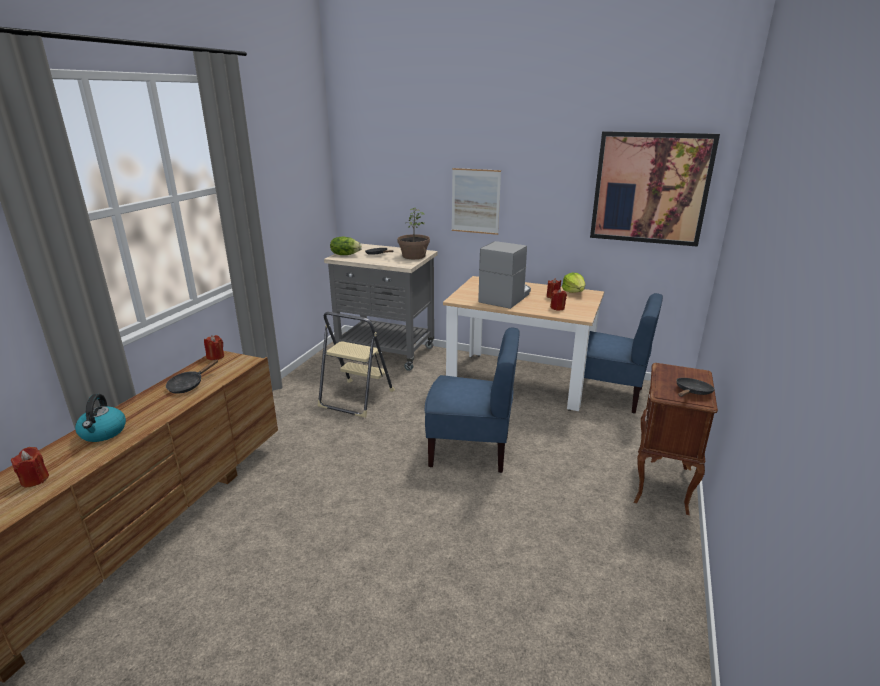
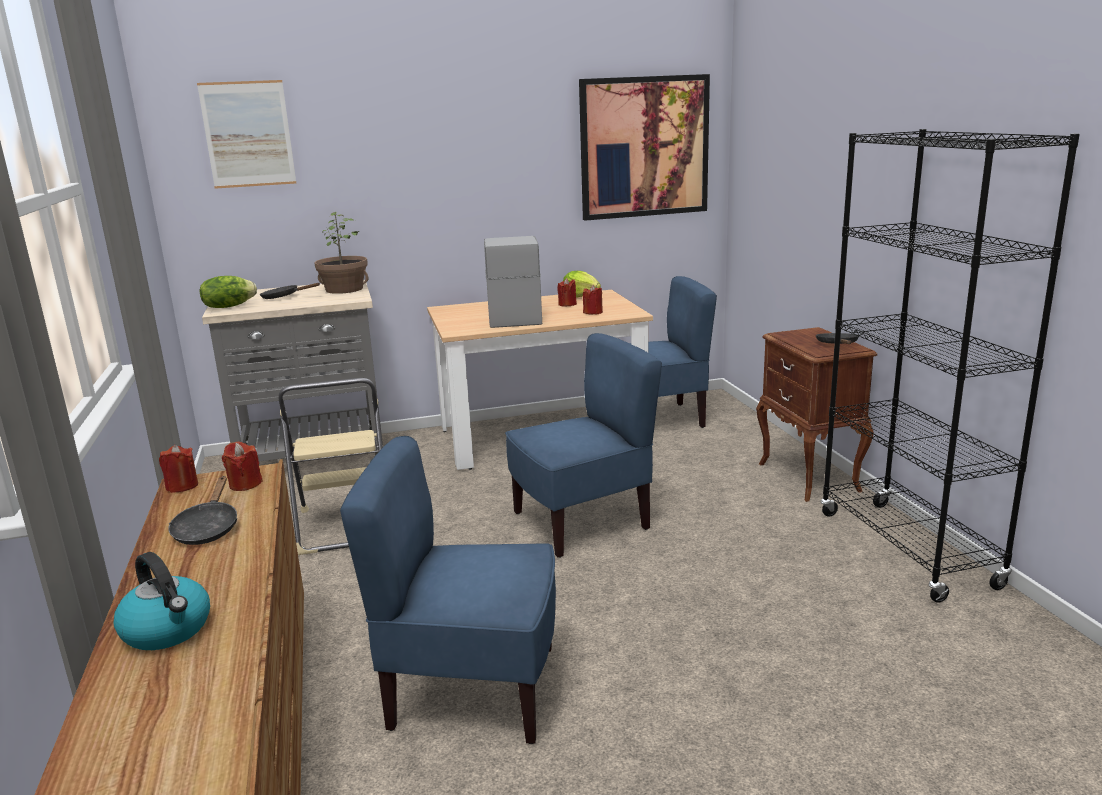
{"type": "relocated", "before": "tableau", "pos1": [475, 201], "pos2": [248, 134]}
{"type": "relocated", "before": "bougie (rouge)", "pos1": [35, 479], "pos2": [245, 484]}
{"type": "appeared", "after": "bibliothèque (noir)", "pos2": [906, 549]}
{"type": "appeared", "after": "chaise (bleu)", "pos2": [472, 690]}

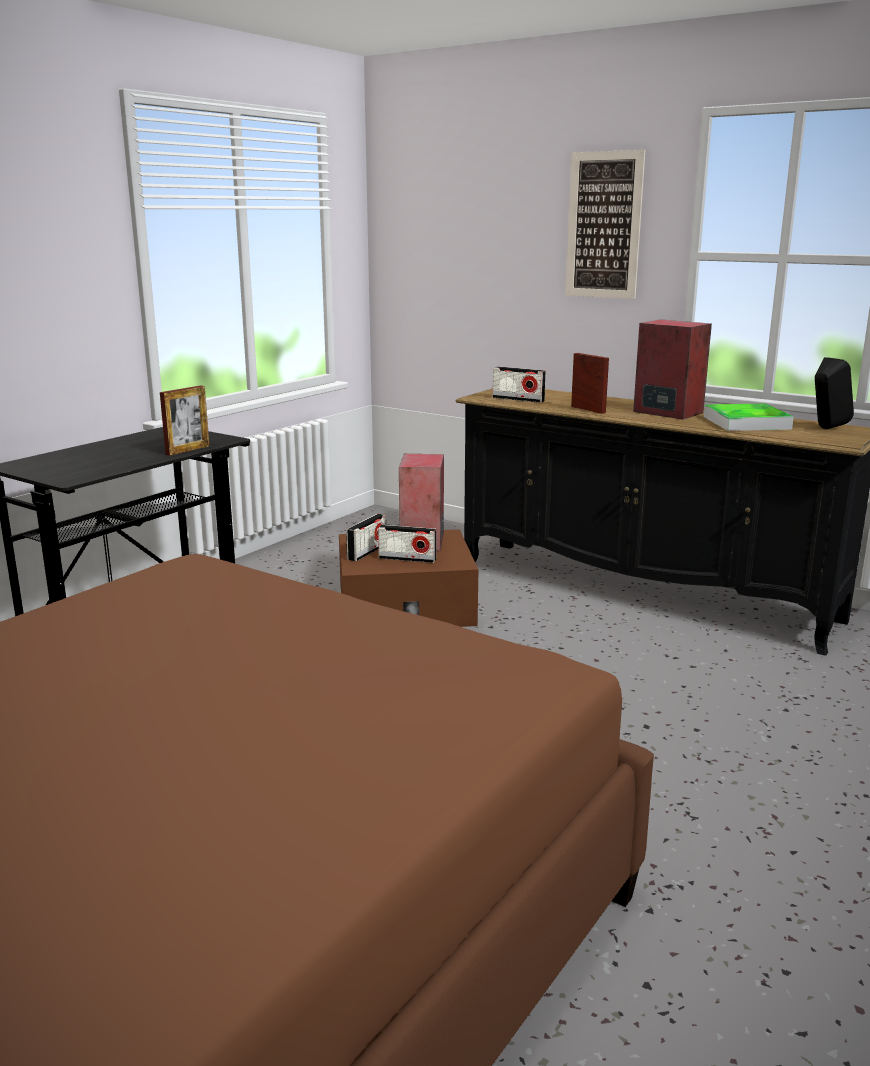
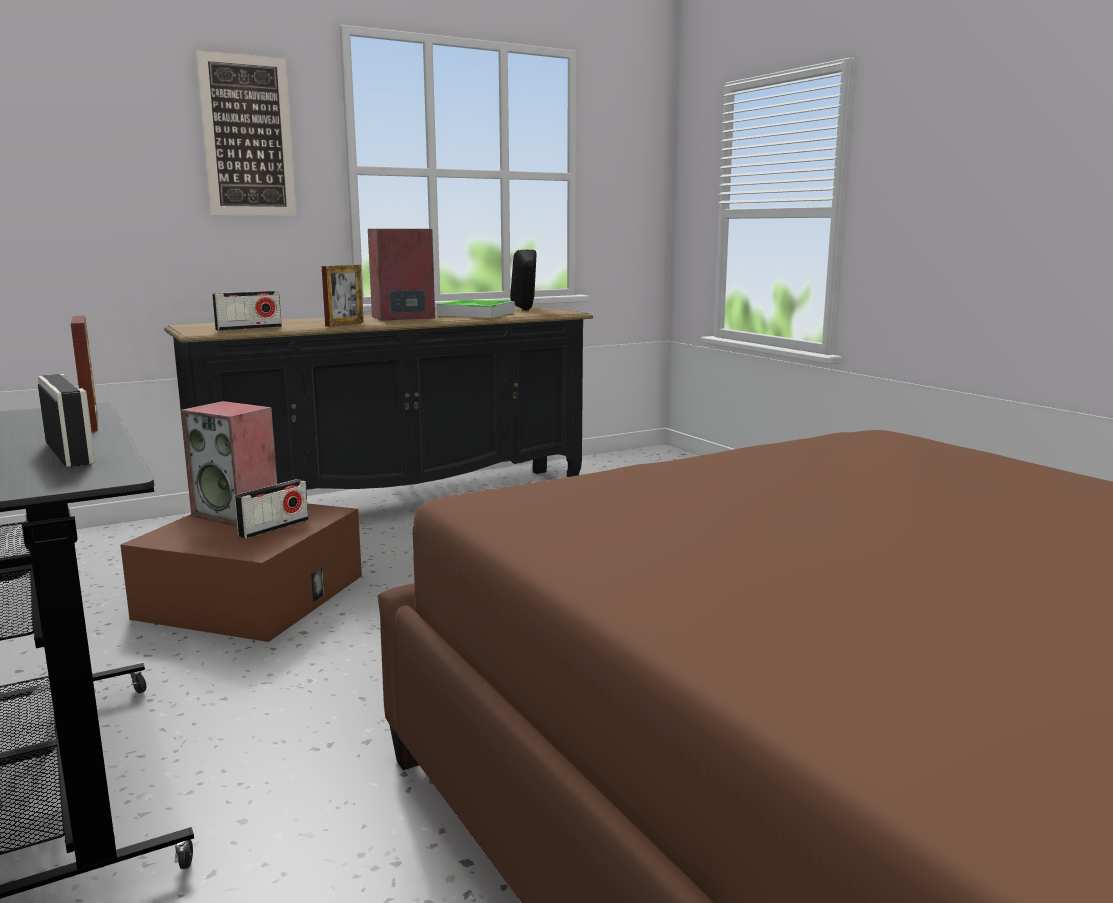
{"type": "spun", "before": "cadre photo", "pos1": [588, 410], "pos2": [344, 324], "turn": 135}
{"type": "relocated", "before": "radio", "pos1": [367, 552], "pos2": [69, 453]}

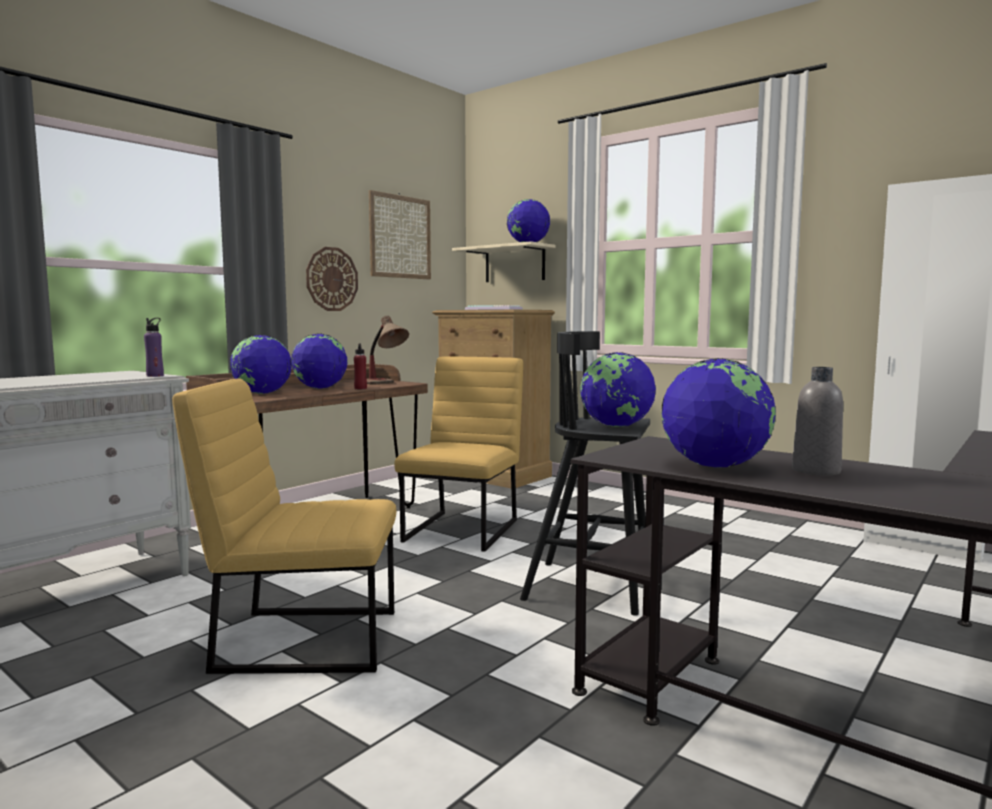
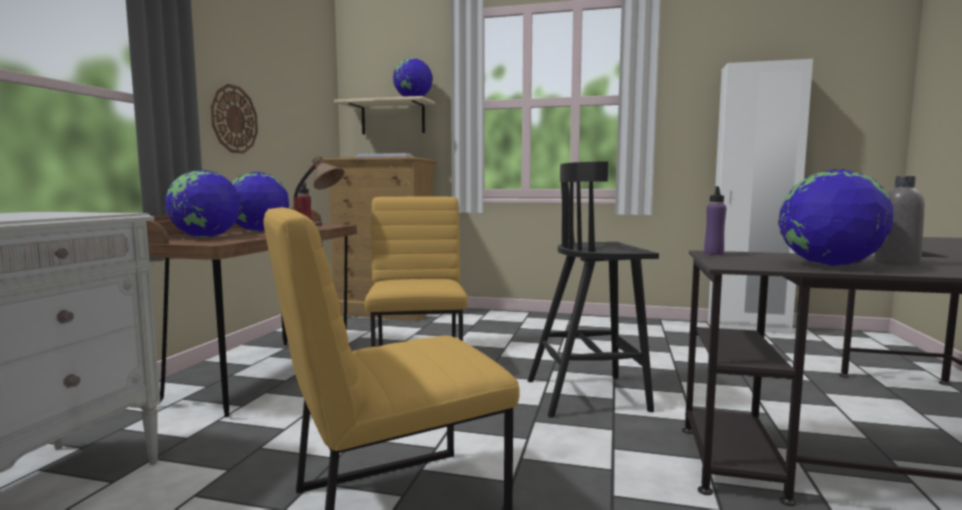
{"type": "missing", "before": "tableau", "pos1": [400, 235]}
{"type": "relocated", "before": "bouteille (violet)", "pos1": [155, 376], "pos2": [713, 253]}
{"type": "missing", "before": "globe", "pos1": [616, 426]}

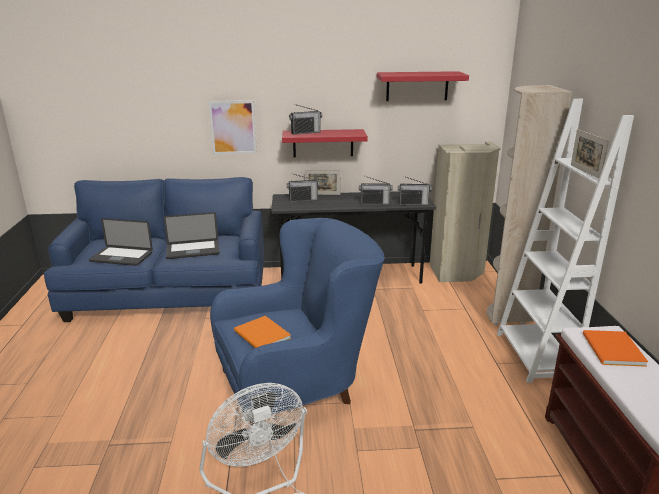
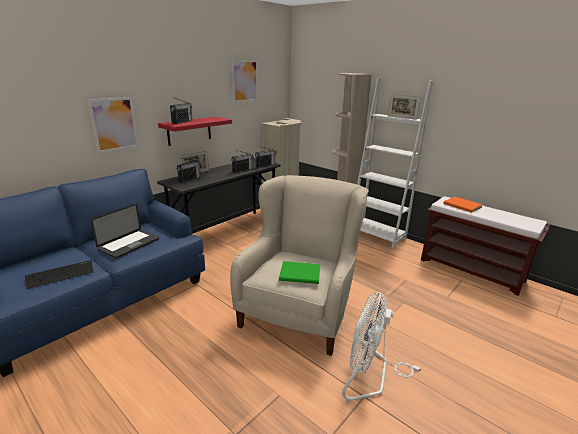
{"type": "exchanged", "before": "étagère (rouge)", "after": "tableau", "pos1": [417, 86], "pos2": [245, 81]}
{"type": "exchanged", "before": "ordinateur portable", "after": "clavier", "pos1": [121, 257], "pos2": [60, 274]}
{"type": "colour", "before": "fauteuil (bleu)", "after": "fauteuil (beige)", "pos1": [298, 387], "pos2": [301, 309]}
{"type": "colour", "before": "livre (orange)", "after": "livre (vert)", "pos1": [262, 336], "pos2": [301, 274]}

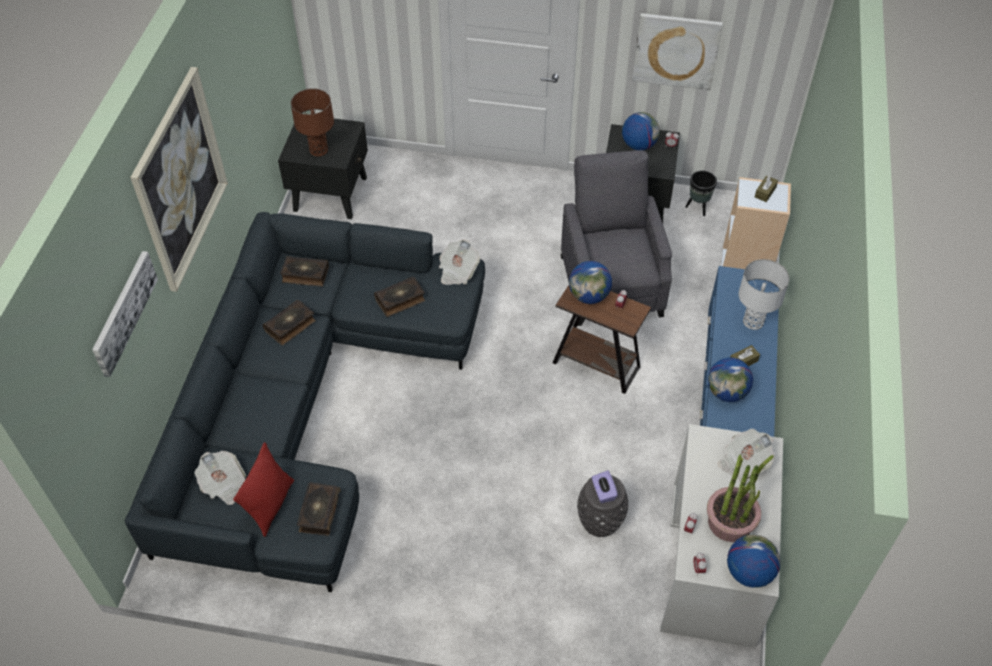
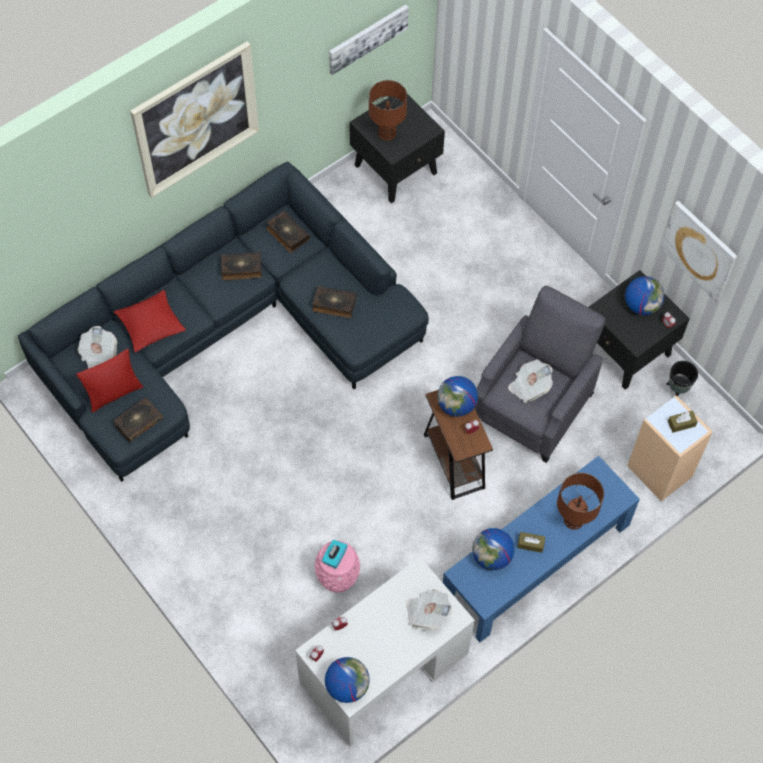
{"type": "relocated", "before": "journal", "pos1": [457, 271], "pos2": [529, 386]}
{"type": "relocated", "before": "tableau", "pos1": [123, 312], "pos2": [367, 38]}
{"type": "colour", "before": "lampe de table (blanc)", "after": "lampe de table (marron)", "pos1": [753, 321], "pos2": [574, 520]}
{"type": "missing", "before": "plante en pot", "pos1": [730, 521]}
{"type": "colour", "before": "boîte à mouchoirs (violet)", "after": "boîte à mouchoirs (turquoise)", "pos1": [603, 492], "pos2": [334, 557]}
{"type": "colour", "before": "tabouret (gris)", "after": "tabouret (rose)", "pos1": [600, 520], "pos2": [337, 576]}
{"type": "appeared", "after": "coussin (rouge)", "pos2": [150, 325]}

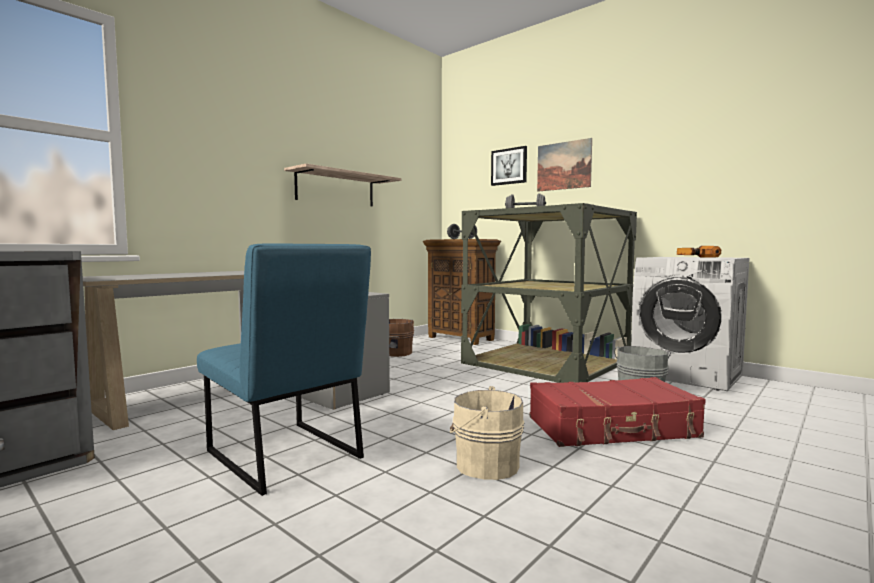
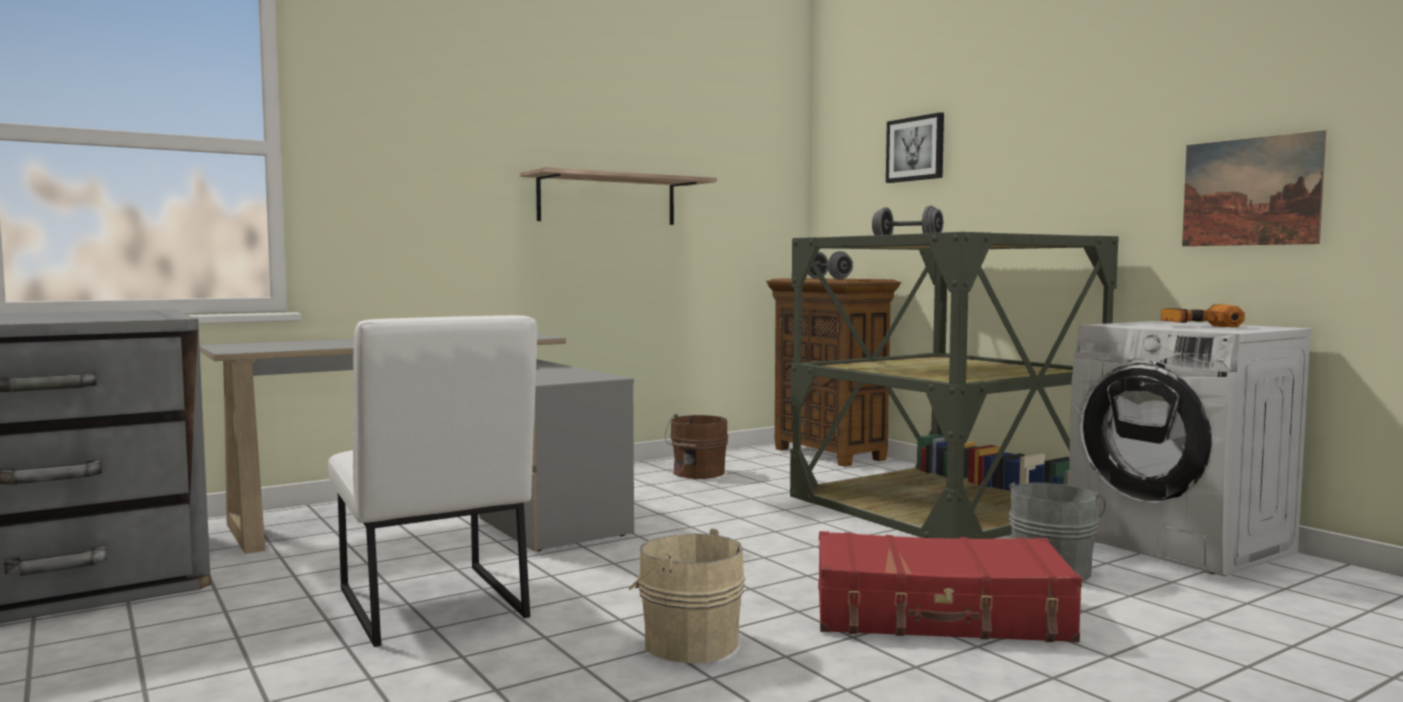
{"type": "relocated", "before": "tableau", "pos1": [563, 165], "pos2": [1250, 192]}
{"type": "colour", "before": "chaise (bleu)", "after": "chaise (blanc)", "pos1": [285, 456], "pos2": [431, 605]}

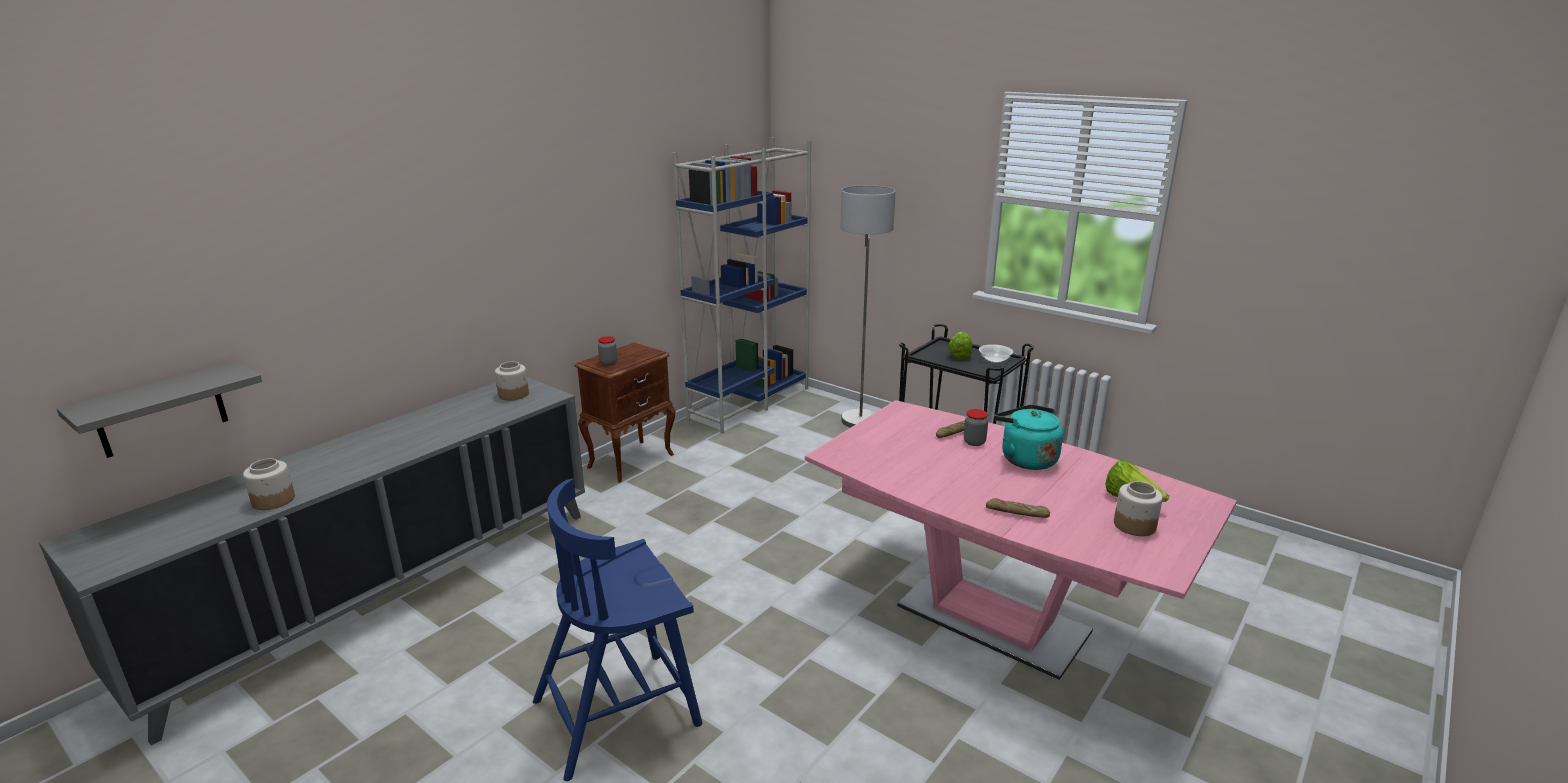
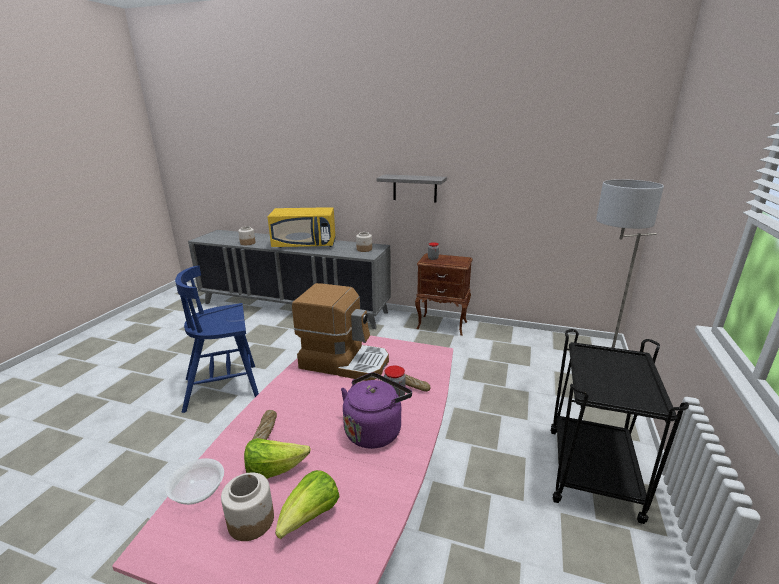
{"type": "missing", "before": "bibliothèque (bleu)", "pos1": [750, 403]}
{"type": "relocated", "before": "laitue", "pos1": [959, 354], "pos2": [274, 470]}
{"type": "relocated", "before": "bol", "pos1": [995, 360], "pos2": [198, 491]}
{"type": "relocated", "before": "étagère (gris)", "pos1": [161, 410], "pos2": [414, 188]}
{"type": "colour", "before": "bouilloire (turquoise)", "after": "bouilloire (violet)", "pos1": [1025, 459], "pos2": [375, 430]}
{"type": "spun", "before": "chaise (bleu)", "pos1": [620, 710], "pos2": [223, 386], "turn": -60}
{"type": "appeared", "after": "micro-ondes (jaune)", "pos2": [305, 245]}
{"type": "appeared", "after": "machine à café", "pos2": [344, 362]}

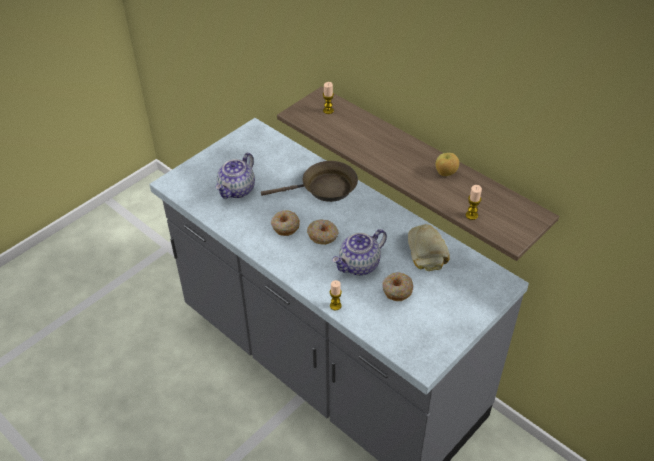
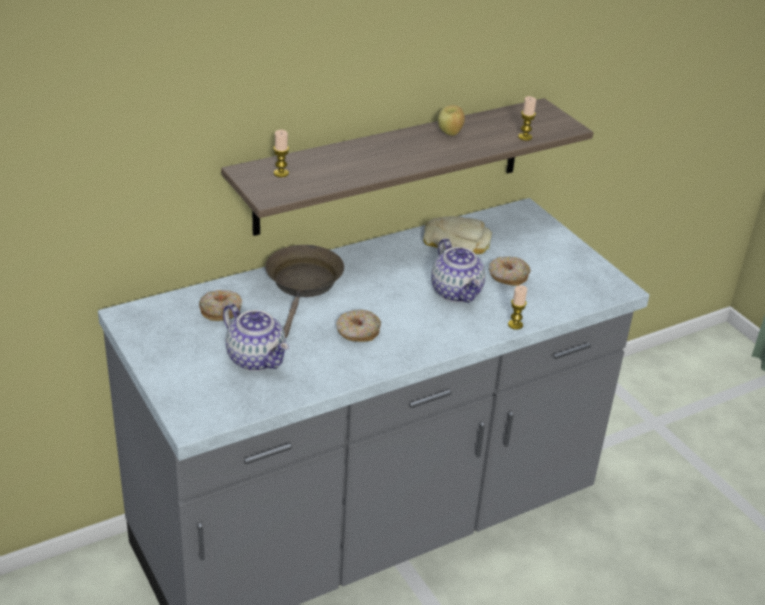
{"type": "relocated", "before": "beignet", "pos1": [323, 235], "pos2": [220, 311]}

